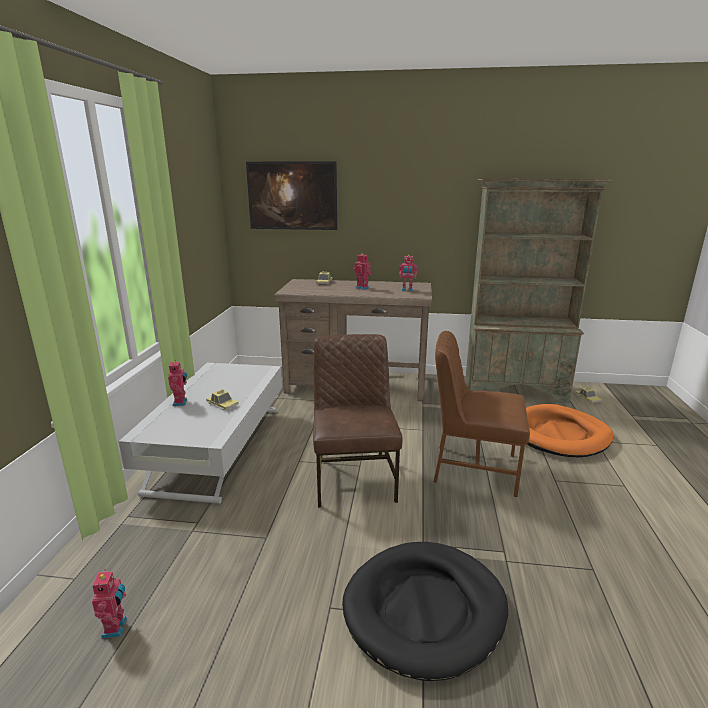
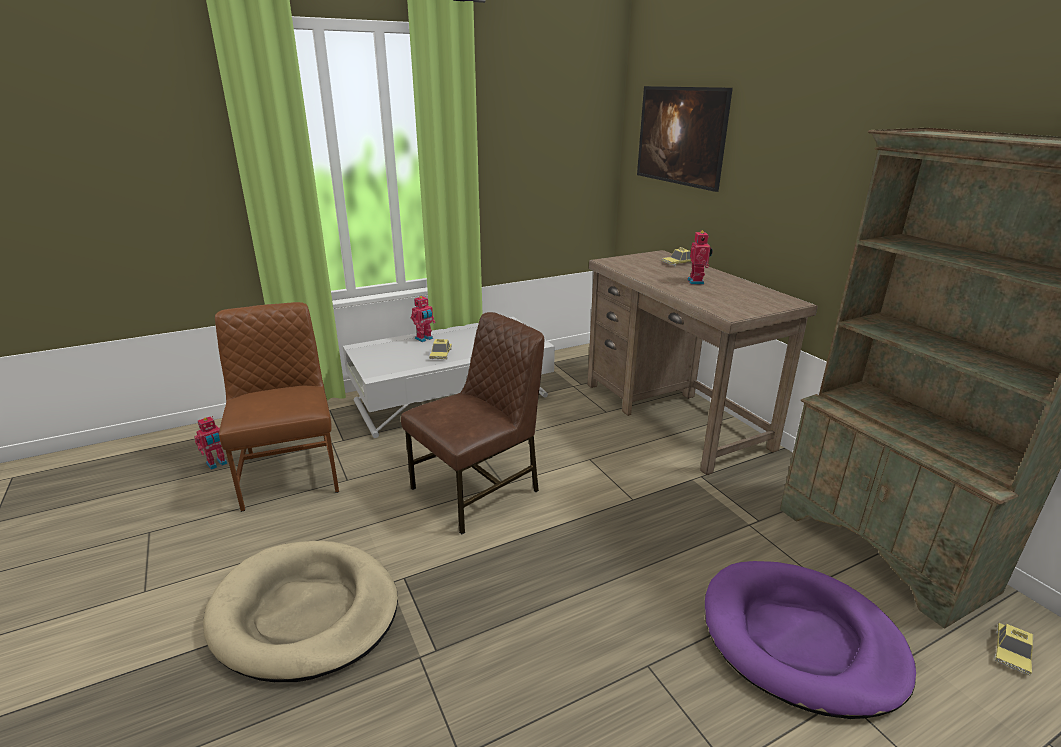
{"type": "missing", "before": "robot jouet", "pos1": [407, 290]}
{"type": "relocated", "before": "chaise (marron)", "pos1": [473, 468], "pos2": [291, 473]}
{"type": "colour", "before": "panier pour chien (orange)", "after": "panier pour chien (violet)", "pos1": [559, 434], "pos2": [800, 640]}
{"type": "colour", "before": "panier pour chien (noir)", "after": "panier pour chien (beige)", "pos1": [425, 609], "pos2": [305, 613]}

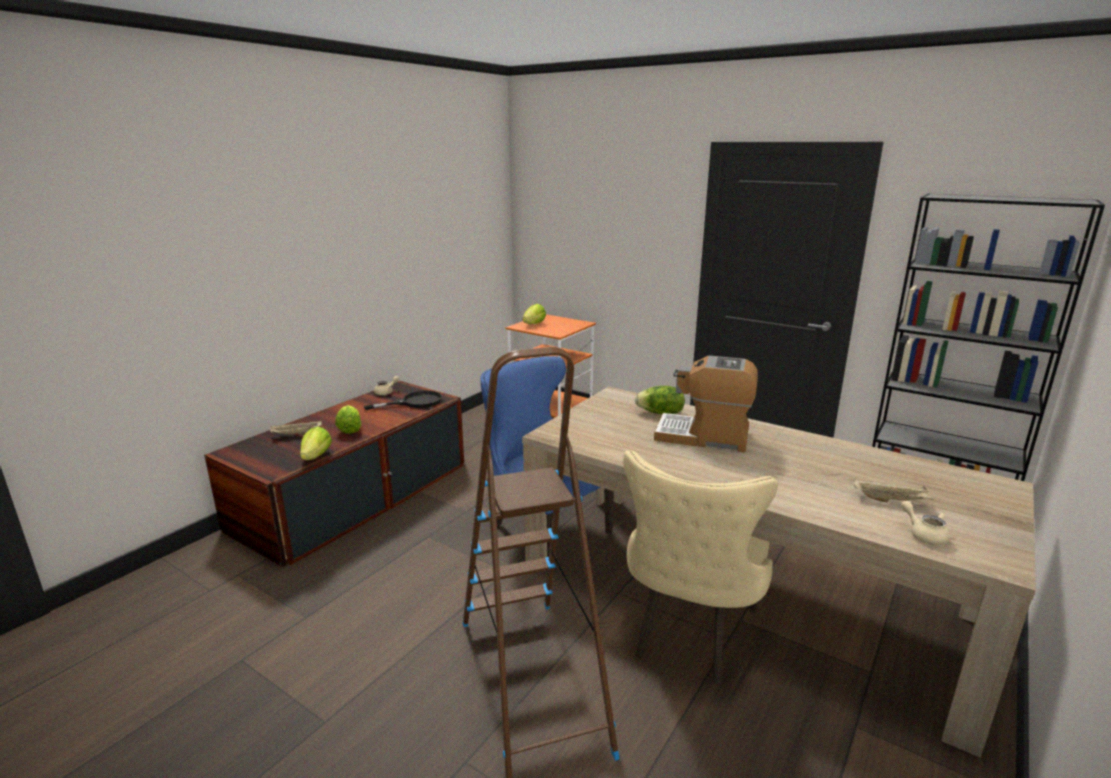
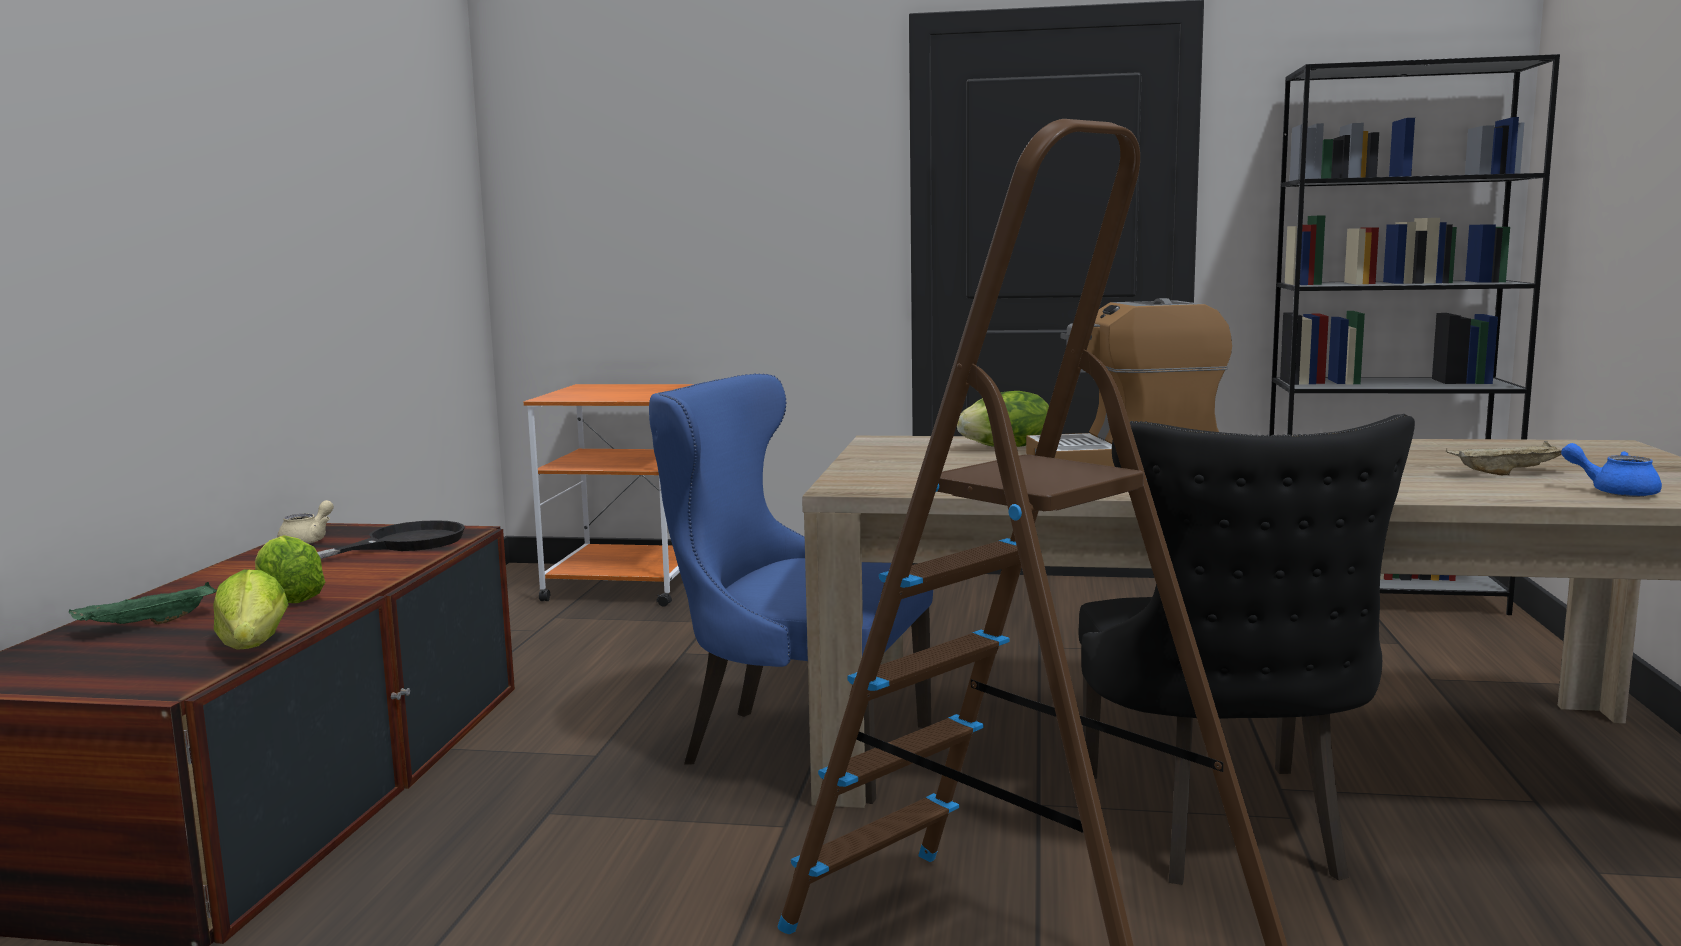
{"type": "missing", "before": "laitue", "pos1": [534, 324]}
{"type": "colour", "before": "plateau (beige)", "after": "plateau (vert)", "pos1": [296, 434], "pos2": [147, 625]}
{"type": "colour", "before": "chaise (beige)", "after": "chaise (noir)", "pos1": [689, 633], "pos2": [1222, 827]}
{"type": "colour", "before": "théière (beige)", "after": "théière (bleu)", "pos1": [924, 534], "pos2": [1614, 491]}

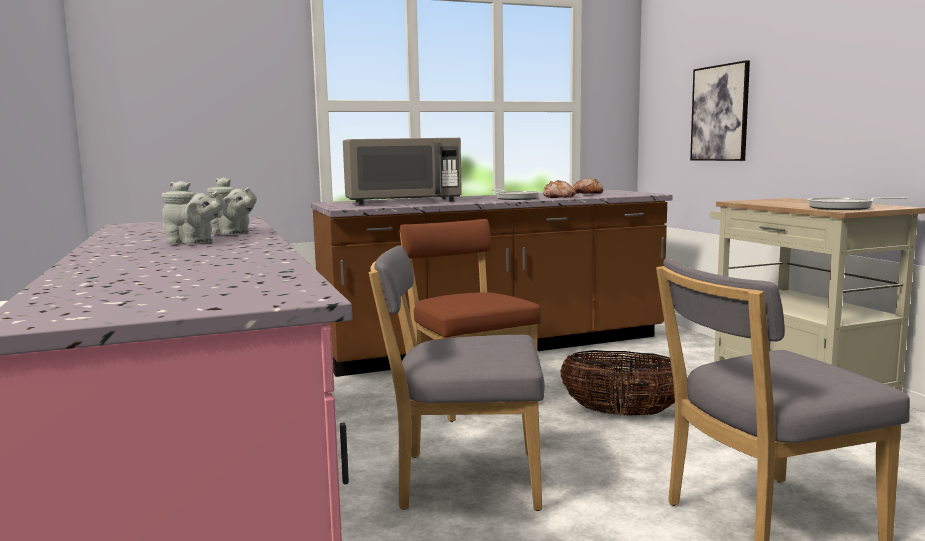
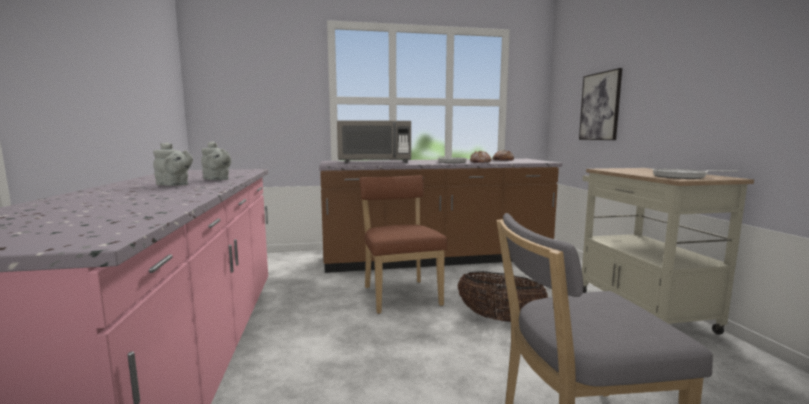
{"type": "missing", "before": "chaise (gris)", "pos1": [461, 480]}

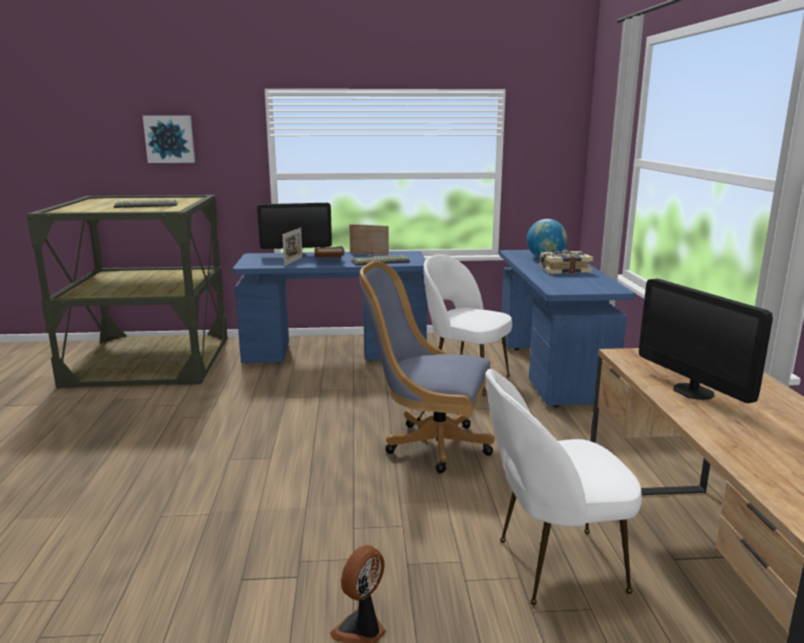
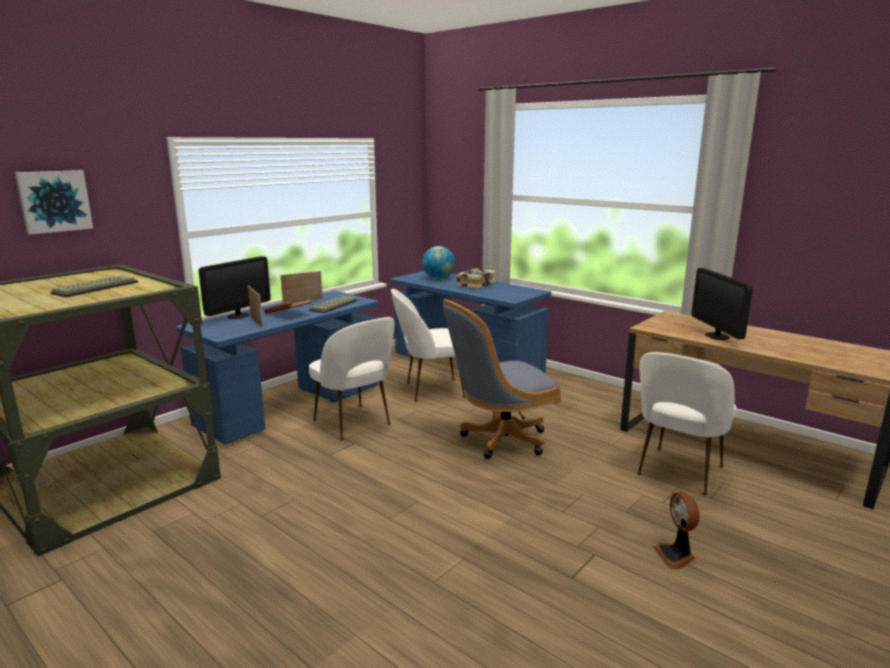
{"type": "spun", "before": "écran d'ordinateur", "pos1": [693, 391], "pos2": [717, 336], "turn": 60}
{"type": "appeared", "after": "chaise (blanc)", "pos2": [354, 425]}

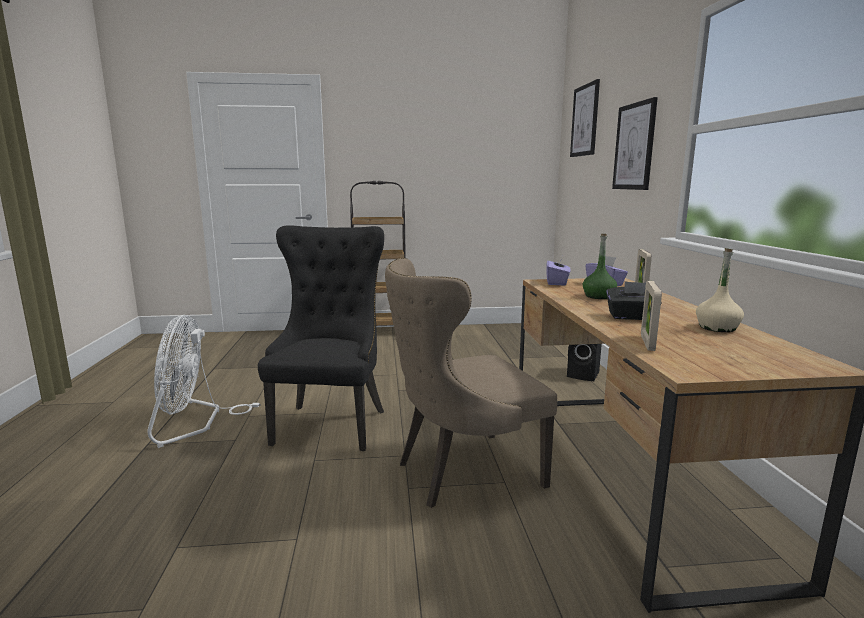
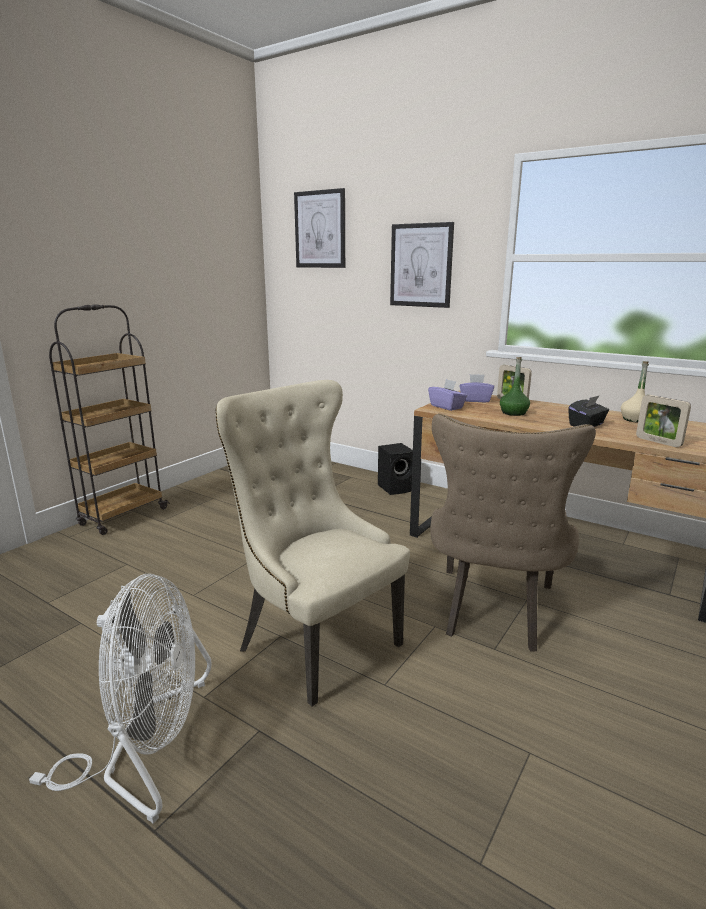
{"type": "colour", "before": "chaise (noir)", "after": "chaise (beige)", "pos1": [330, 426], "pos2": [318, 644]}
{"type": "spun", "before": "ventilateur (blanc)", "pos1": [198, 419], "pos2": [145, 748], "turn": -120}

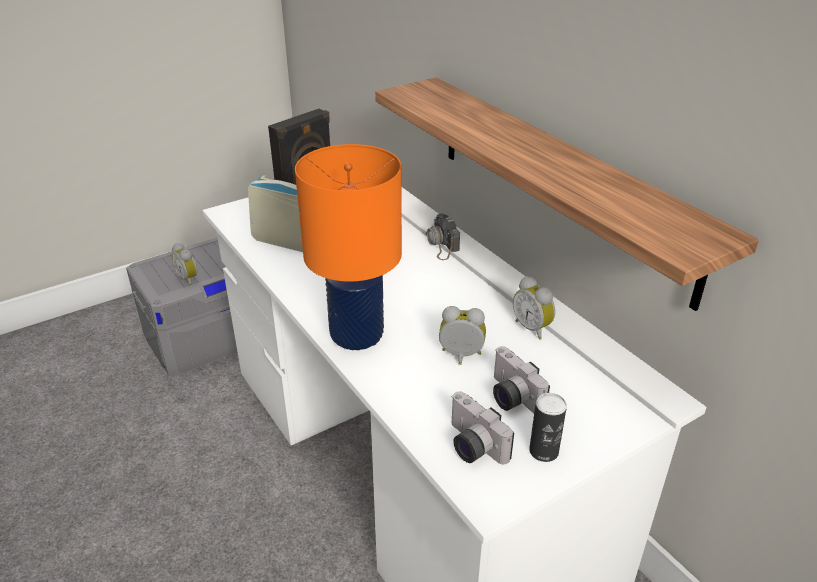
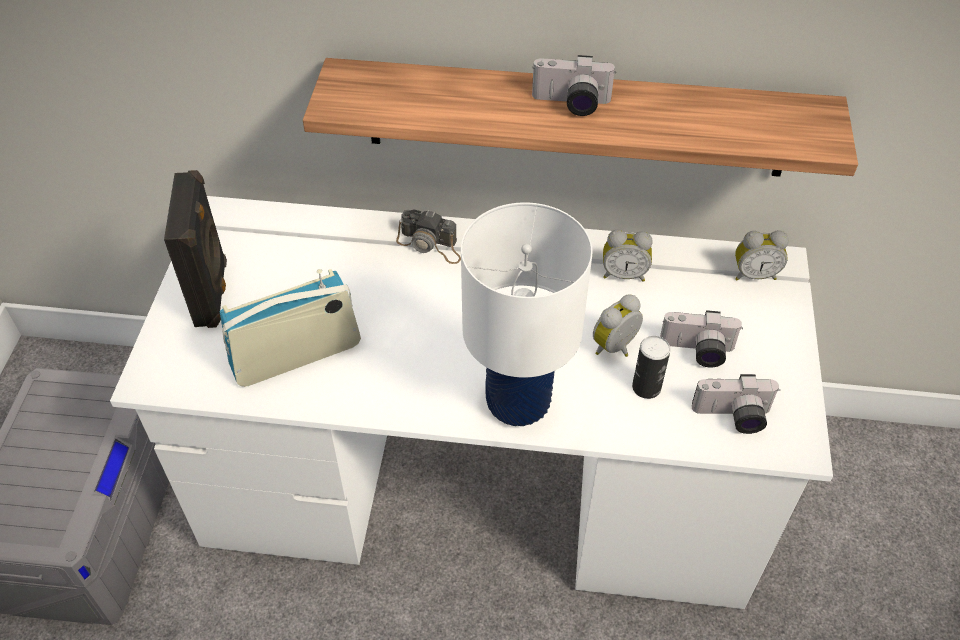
{"type": "colour", "before": "lampe de table (orange)", "after": "lampe de table (blanc)", "pos1": [356, 339], "pos2": [518, 406]}
{"type": "relocated", "before": "réveil", "pos1": [189, 278], "pos2": [754, 274]}
{"type": "relocated", "before": "boîte métallique", "pos1": [543, 451], "pos2": [646, 387]}
{"type": "appeared", "after": "appareil photo", "pos2": [571, 104]}

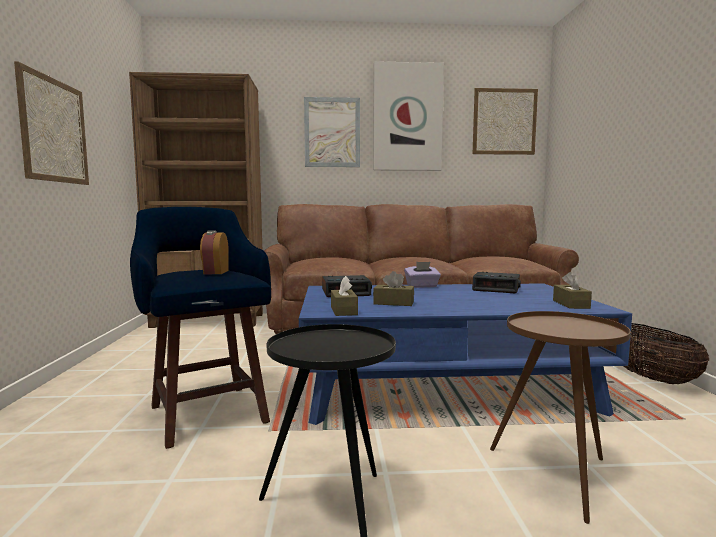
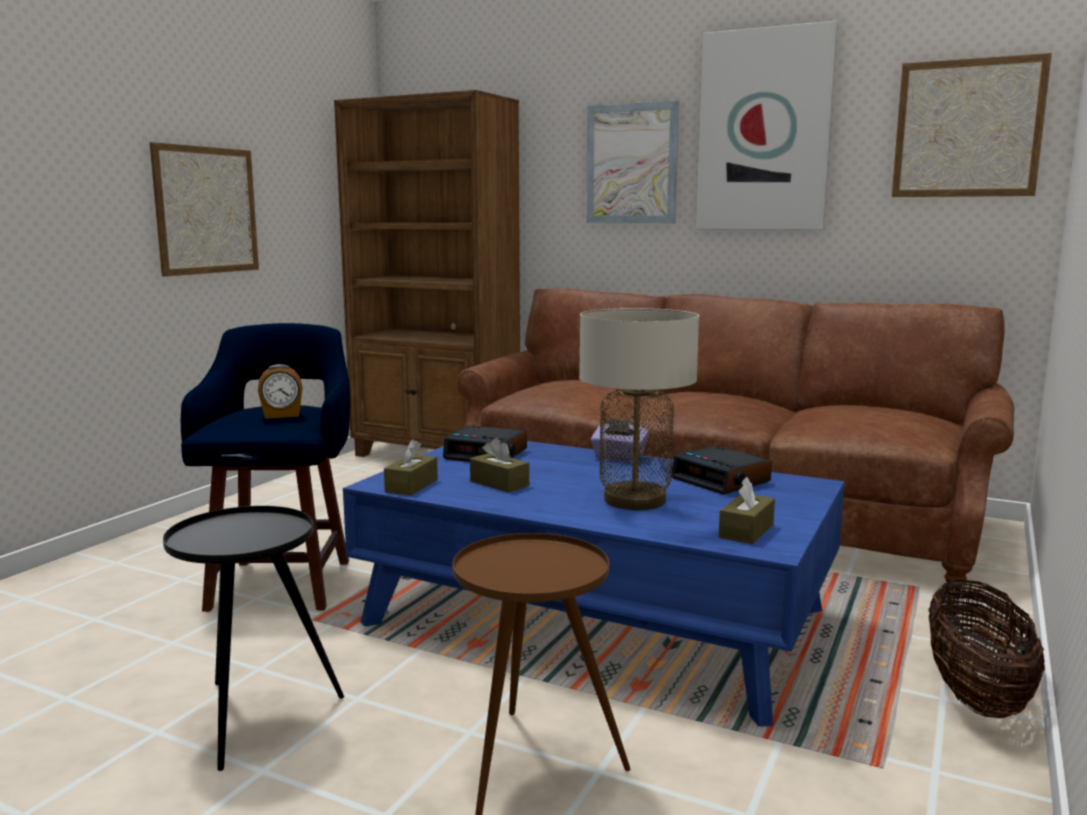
{"type": "spun", "before": "réveil", "pos1": [215, 272], "pos2": [282, 415], "turn": -135}
{"type": "appeared", "after": "lampe de table", "pos2": [634, 500]}

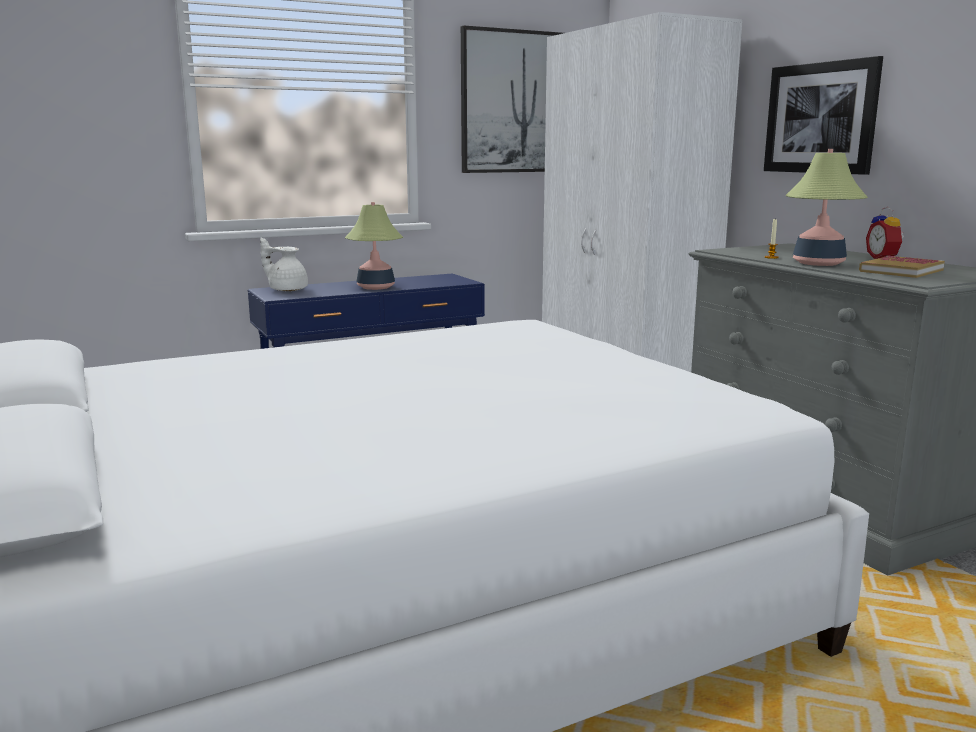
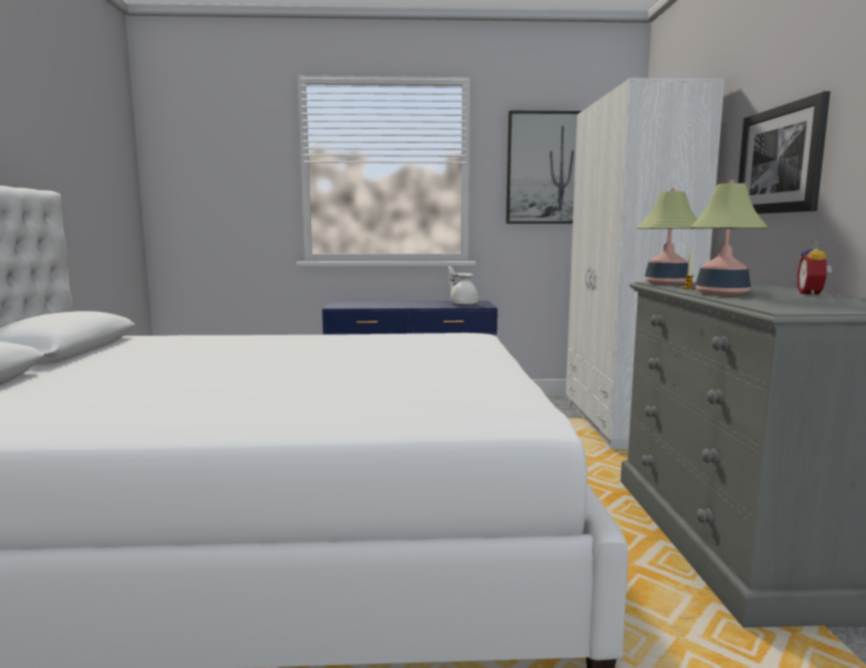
{"type": "relocated", "before": "lampe de table", "pos1": [375, 287], "pos2": [666, 283]}
{"type": "relocated", "before": "théière (blanc)", "pos1": [287, 290], "pos2": [463, 304]}
{"type": "missing", "before": "livre", "pos1": [901, 270]}

